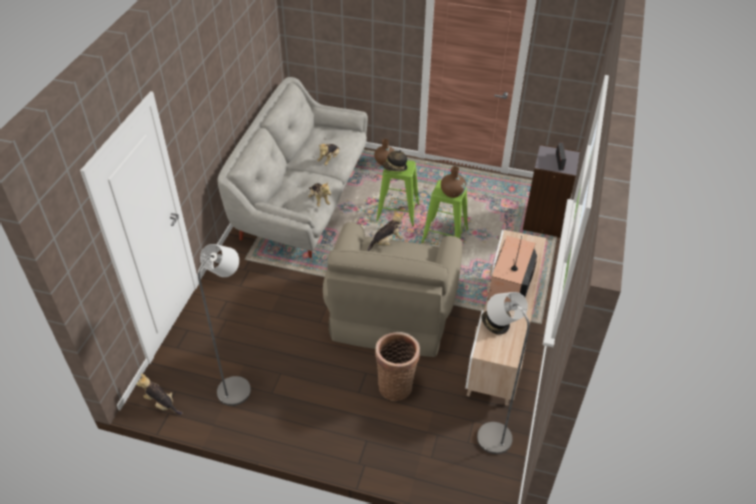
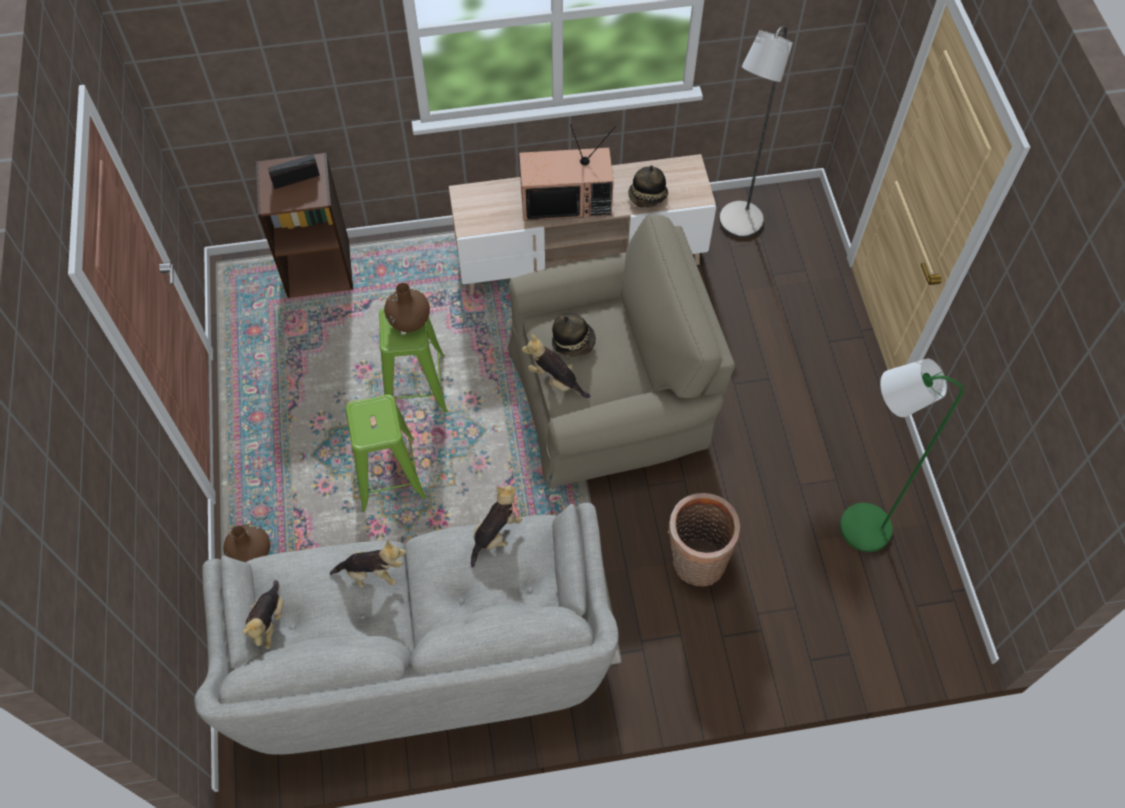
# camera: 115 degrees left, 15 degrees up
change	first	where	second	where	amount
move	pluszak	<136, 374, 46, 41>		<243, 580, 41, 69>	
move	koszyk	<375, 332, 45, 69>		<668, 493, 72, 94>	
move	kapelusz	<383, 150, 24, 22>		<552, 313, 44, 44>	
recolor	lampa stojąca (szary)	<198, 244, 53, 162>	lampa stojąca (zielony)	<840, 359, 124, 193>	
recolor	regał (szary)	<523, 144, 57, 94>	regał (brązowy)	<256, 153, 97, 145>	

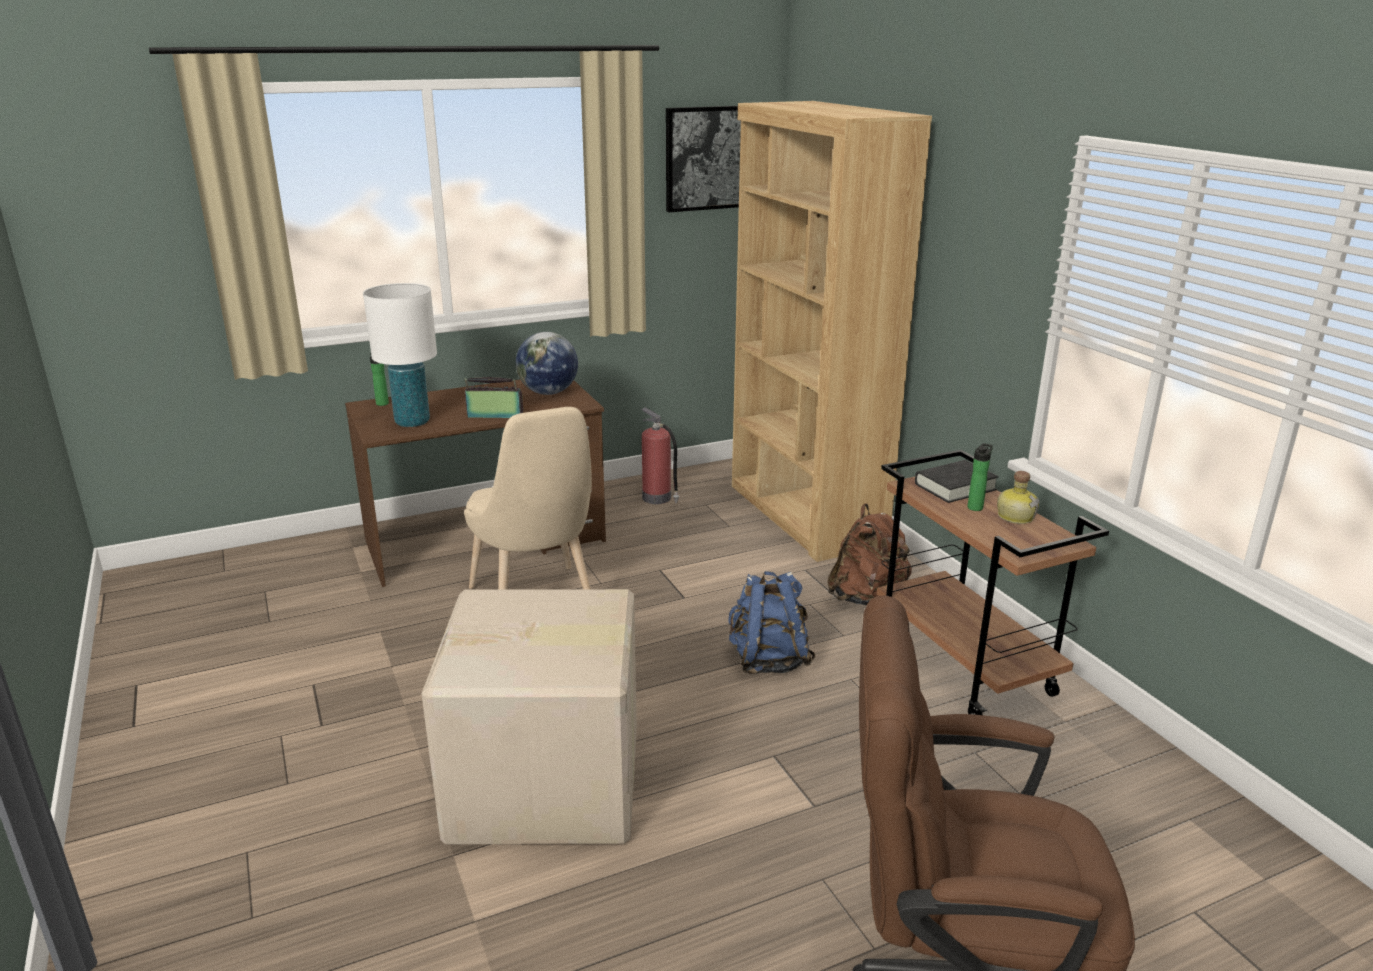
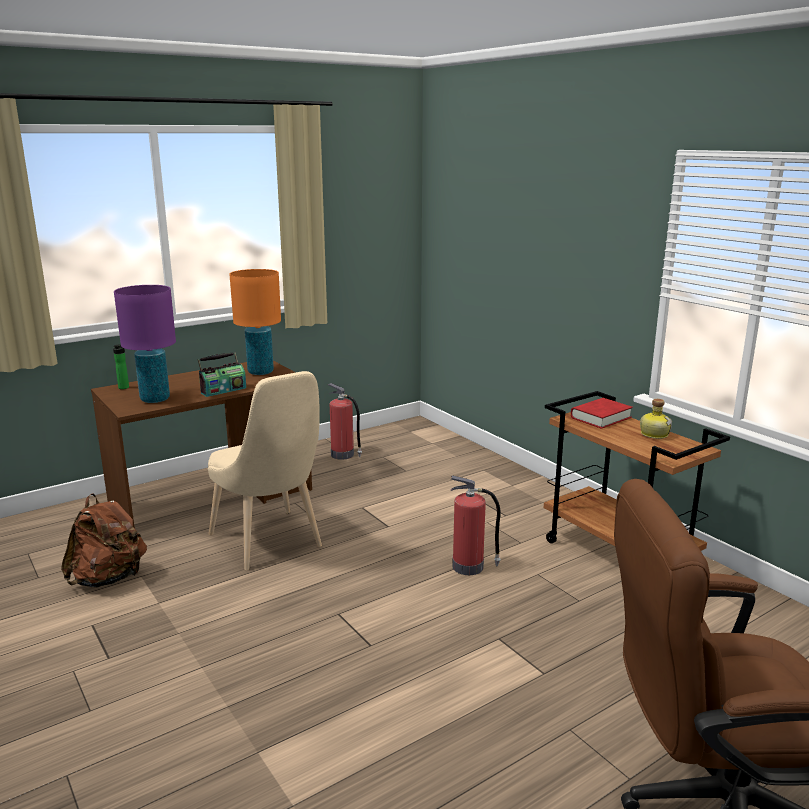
# camera: 10 degrees left, 5 degrees down
change	first	where	second	where	amount
delete	karton	<421, 589, 216, 255>			
delete	obraz	<666, 106, 75, 106>			
delete	regał (brązowy)	<732, 101, 200, 461>			
delete	butelka	<967, 443, 26, 68>			
move	plecak (brązowy)	<827, 503, 85, 102>		<61, 494, 86, 93>	
replace	globus	<516, 332, 62, 63>	lampa stołowa (pomarańczowy)	<229, 269, 52, 106>	
replace	plecak (niebieski)	<728, 571, 88, 103>	gaśnica	<451, 475, 50, 100>	
recolor	lampa stołowa (biały)	<363, 283, 74, 144>	lampa stołowa (fioletowy)	<114, 285, 62, 118>	
recolor	książka (czarny)	<915, 460, 84, 43>	książka (czerwony)	<571, 398, 62, 31>	
rotate	radio	<465, 377, 58, 41>		<198, 352, 48, 45>	150 degrees clockwise

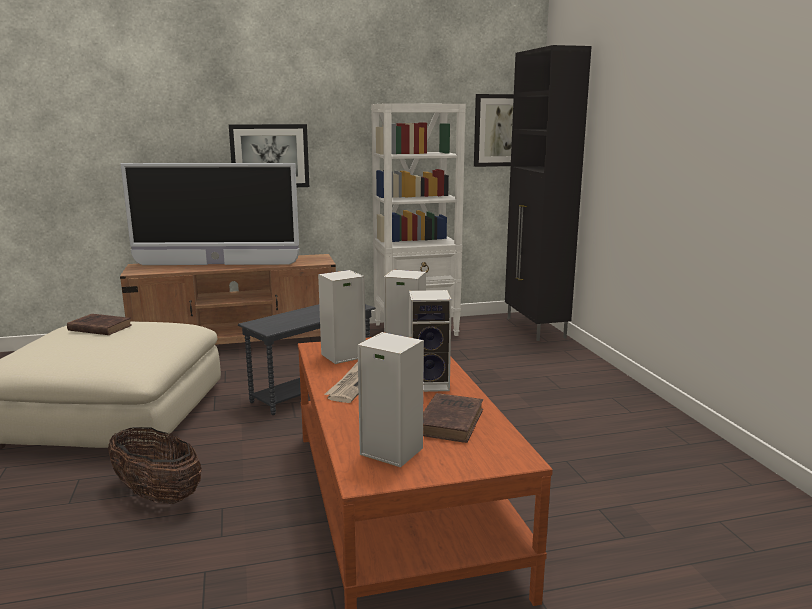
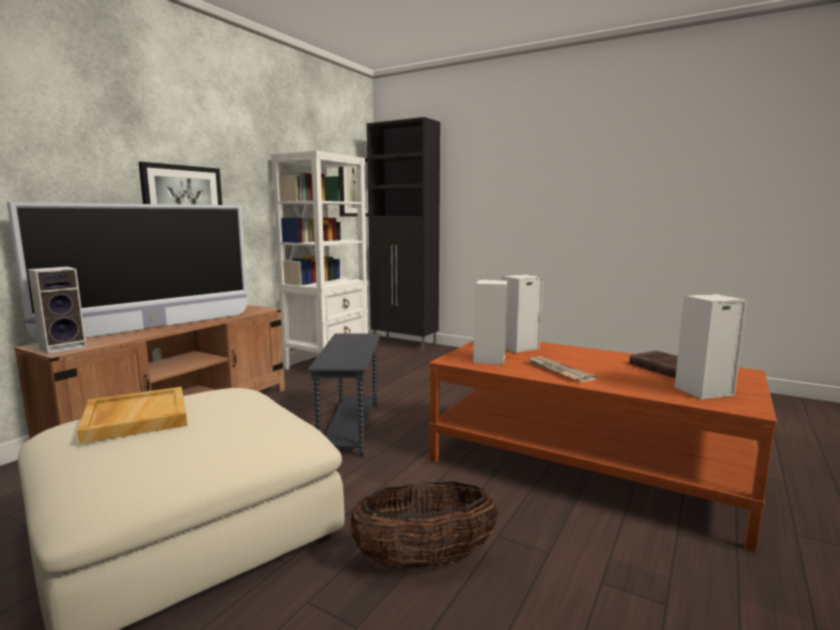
# camera: 45 degrees left, 5 degrees down
change	first	where	second	where	amount
move	głośnik	<409, 290, 43, 102>		<28, 267, 59, 87>	
replace	książka (brązowy)	<67, 314, 65, 21>	taca (beżowy)	<77, 387, 110, 57>	

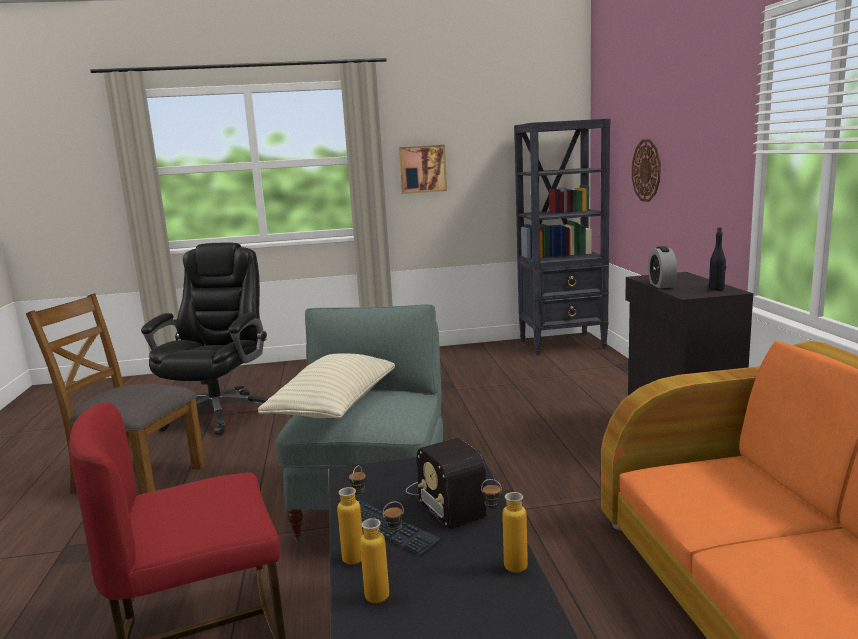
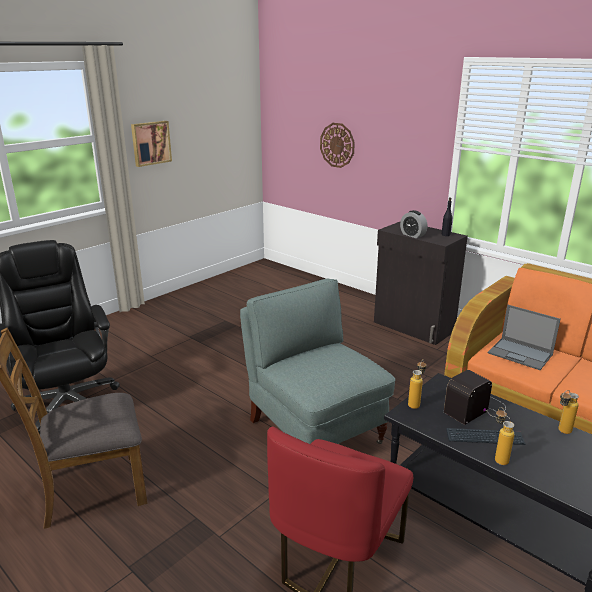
# camera: 40 degrees left, 10 degrees up
change	first	where	second	where	amount
delete	poduszka (beżowy)	<258, 353, 137, 65>			
delete	regał (czarny)	<514, 119, 97, 236>			
insert			laptop	<488, 305, 72, 65>	
move	butelka	<360, 501, 44, 102>		<408, 359, 18, 50>	
rotate	radio	<406, 438, 81, 91>		<444, 370, 65, 55>	120 degrees clockwise

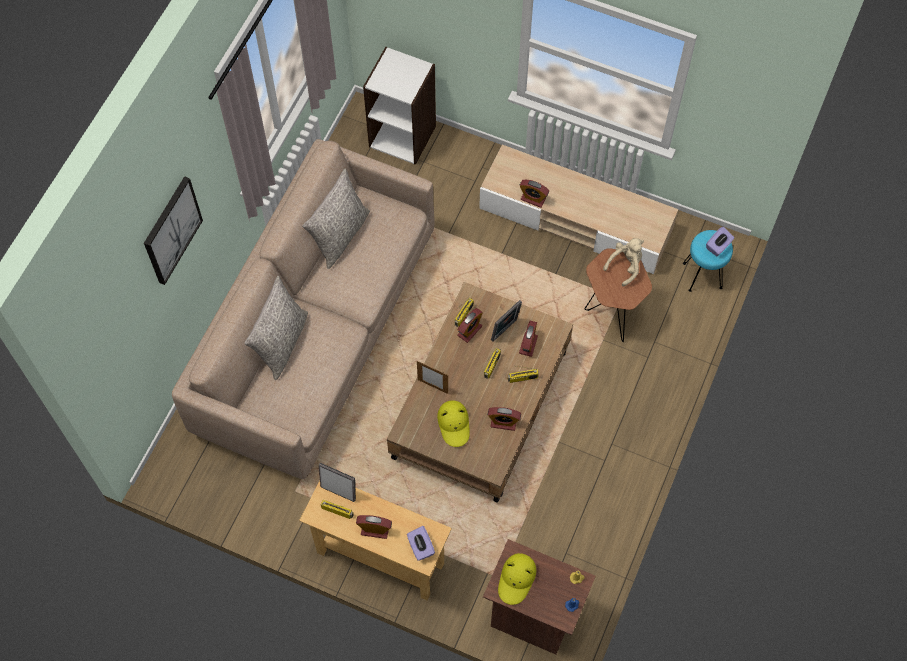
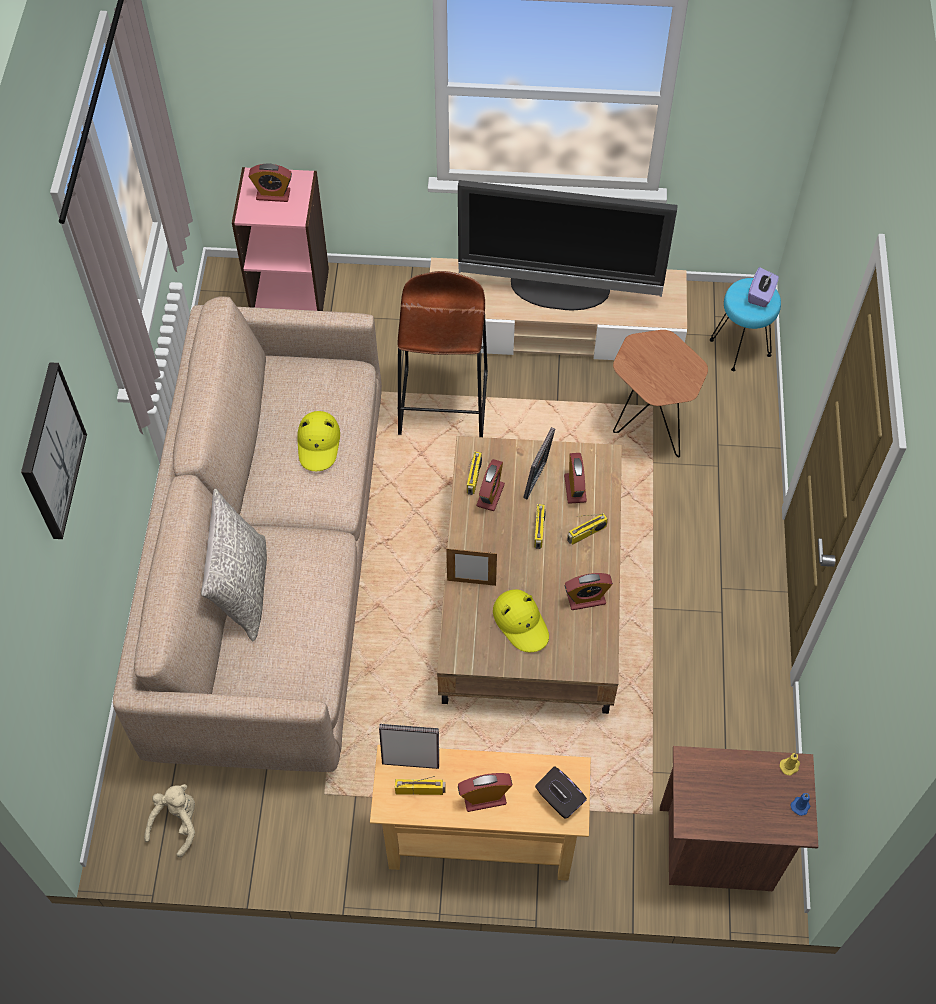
# camera: 20 degrees left, 5 degrees down
change	first	where	second	where	amount
delete	poduszka (szary)	<302, 168, 68, 101>			
insert			stołek (brązowy)	<397, 271, 91, 166>	
insert			telewizor	<458, 180, 220, 131>	
move	kapelusz (żółty)	<498, 553, 38, 52>		<297, 411, 43, 60>	
move	budzik	<520, 180, 29, 28>		<248, 163, 44, 39>	
move	pluszak (beżowy)	<603, 238, 41, 49>		<144, 784, 51, 74>	
recolor	regał (biały)	<363, 47, 73, 118>	regał (różowy)	<232, 167, 97, 144>	
recolor	pudełko chusteczek (fioletowy)	<407, 526, 28, 35>	pudełko chusteczek (czarny)	<535, 766, 52, 53>	

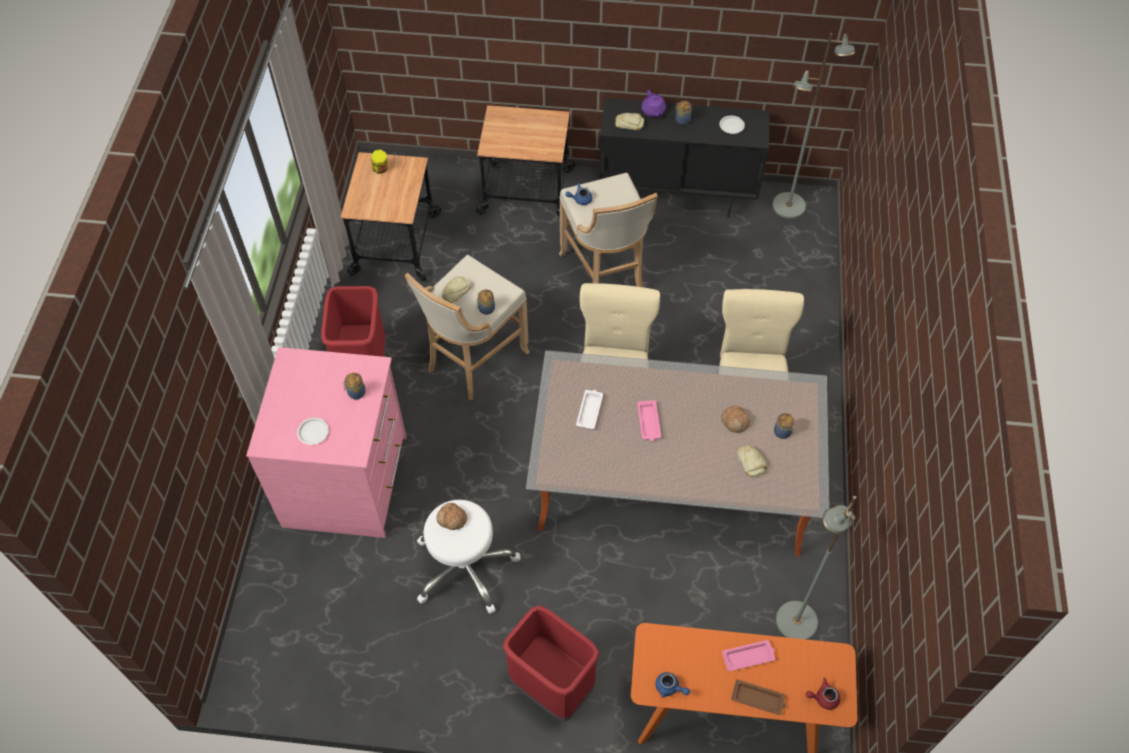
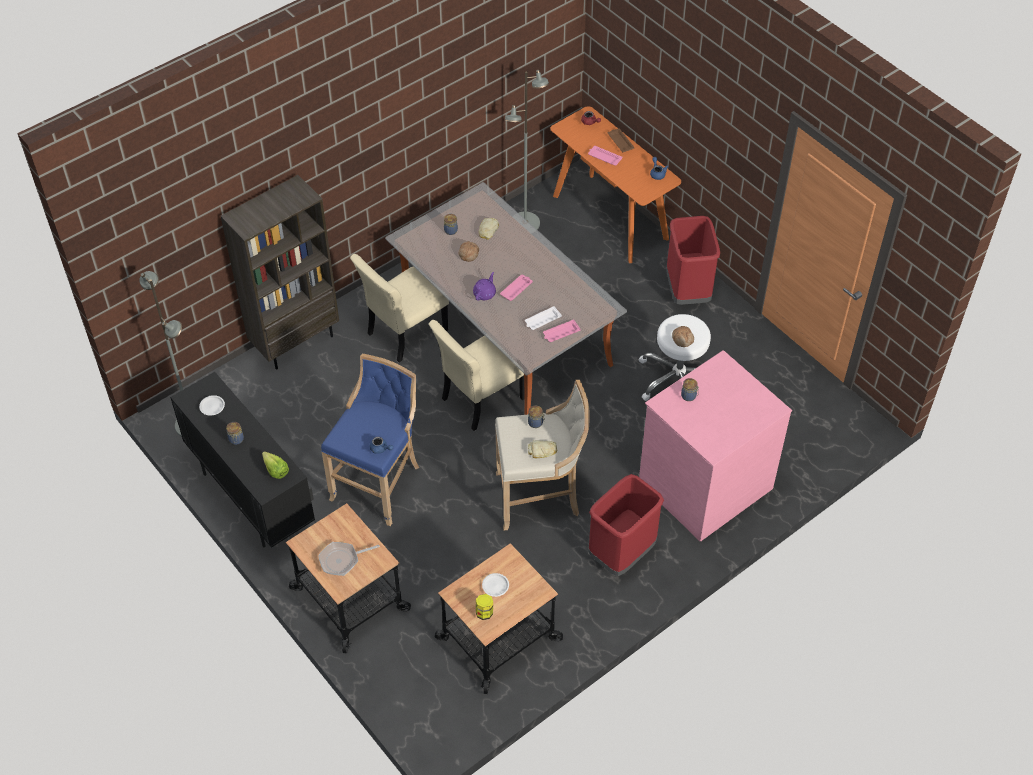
# camera: 135 degrees left, 5 degrees down
change	first	where	second	where	amount
insert			regał (brązowy)	<221, 175, 118, 195>	
insert			patelnia	<318, 542, 62, 34>	
insert			taca (różowy)	<543, 320, 38, 22>	
move	talerz (biały)	<297, 418, 32, 27>		<482, 573, 27, 24>	
move	imbryk (fioletowy)	<642, 90, 24, 27>		<473, 272, 23, 29>	
replace	chleb	<615, 113, 29, 17>	sałata	<262, 451, 27, 28>	
recolor	stołek (beżowy)	<559, 173, 99, 114>	stołek (niebieski)	<321, 354, 98, 172>	

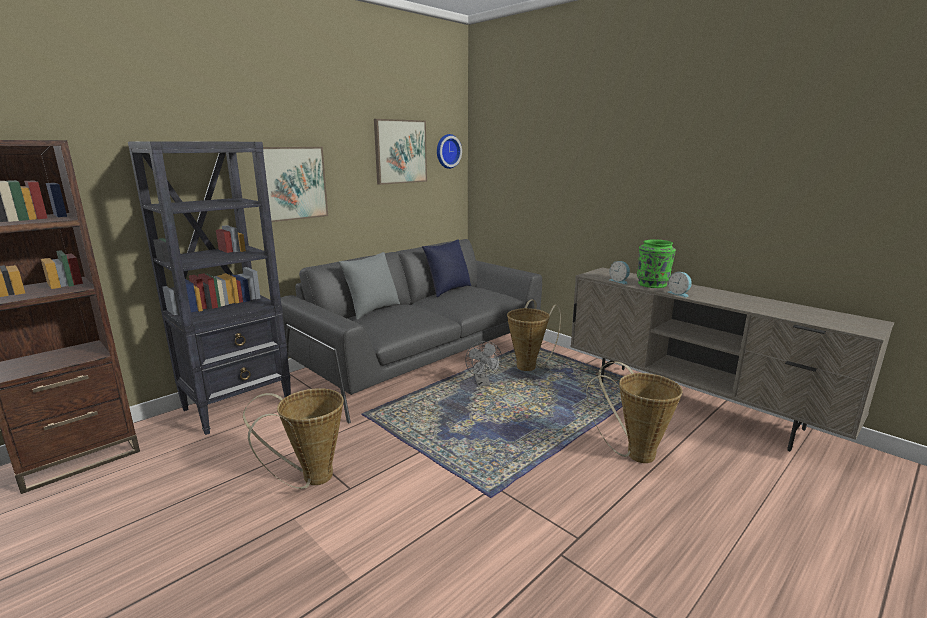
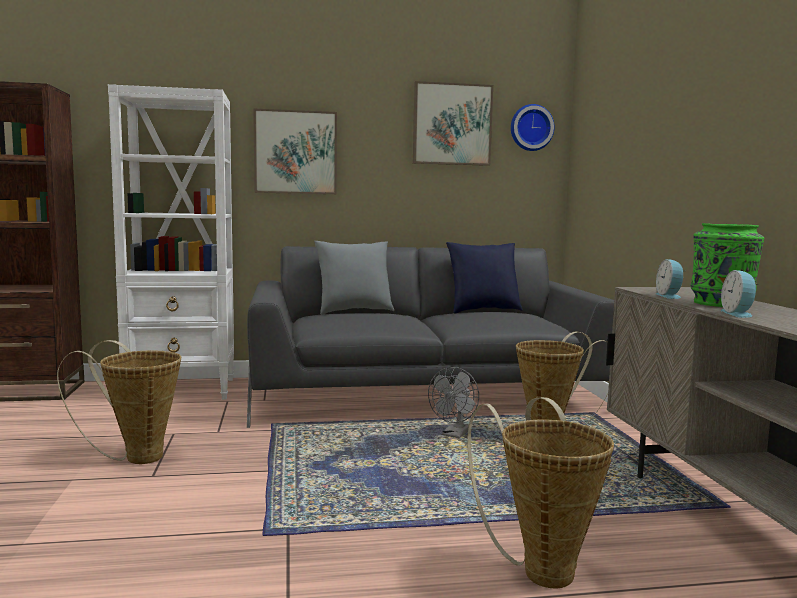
# camera: 35 degrees right, 10 degrees down
change	first	where	second	where	amount
recolor	regał (czarny)	<128, 141, 163, 294>	regał (biały)	<108, 84, 126, 316>	

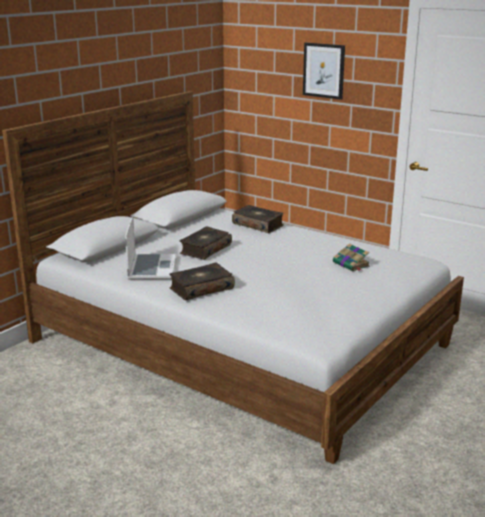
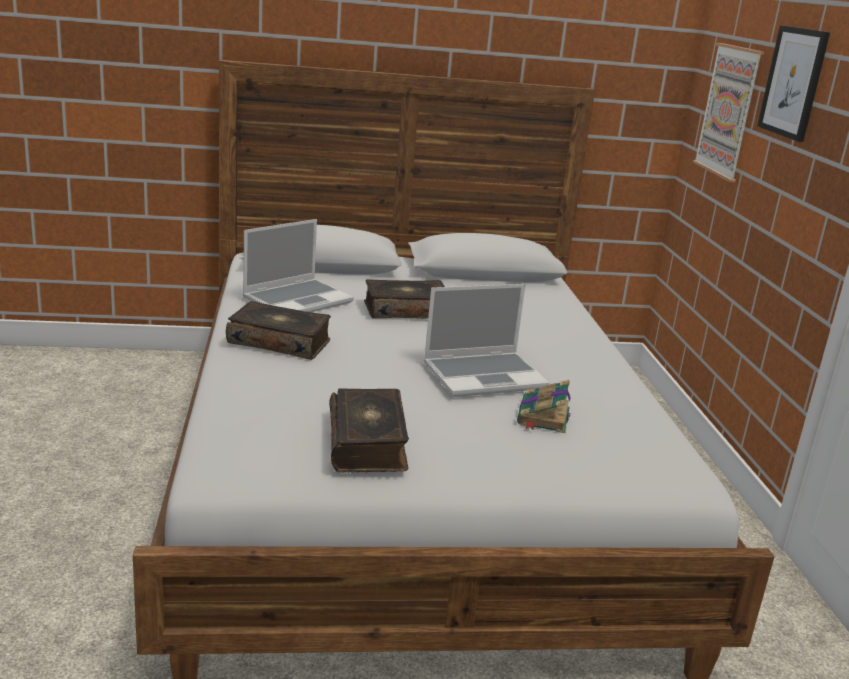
# camera: 45 degrees right, 0 degrees up
change	first	where	second	where	amount
insert			laptop	<424, 284, 126, 113>	
insert			obraz	<693, 43, 71, 139>	
move	książka	<232, 205, 52, 28>		<329, 388, 80, 84>	

